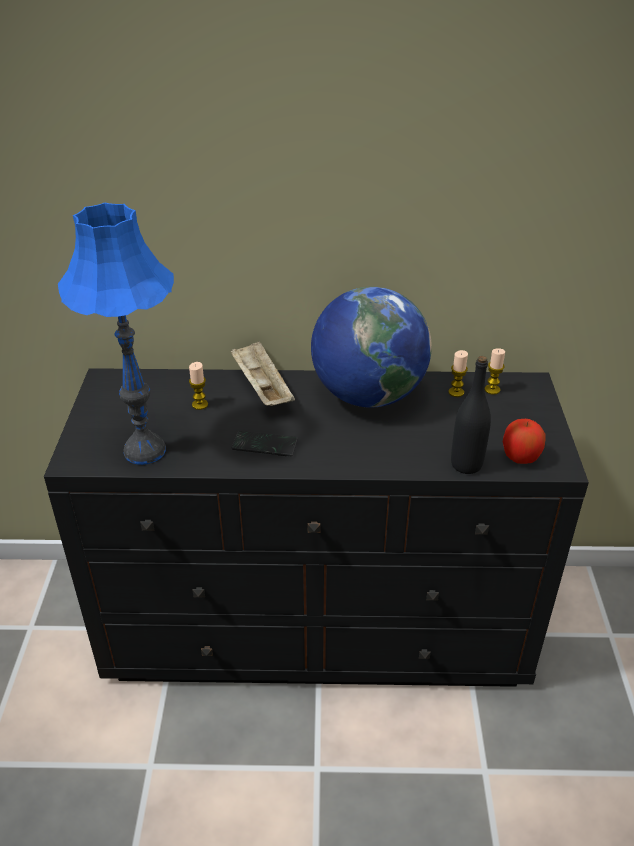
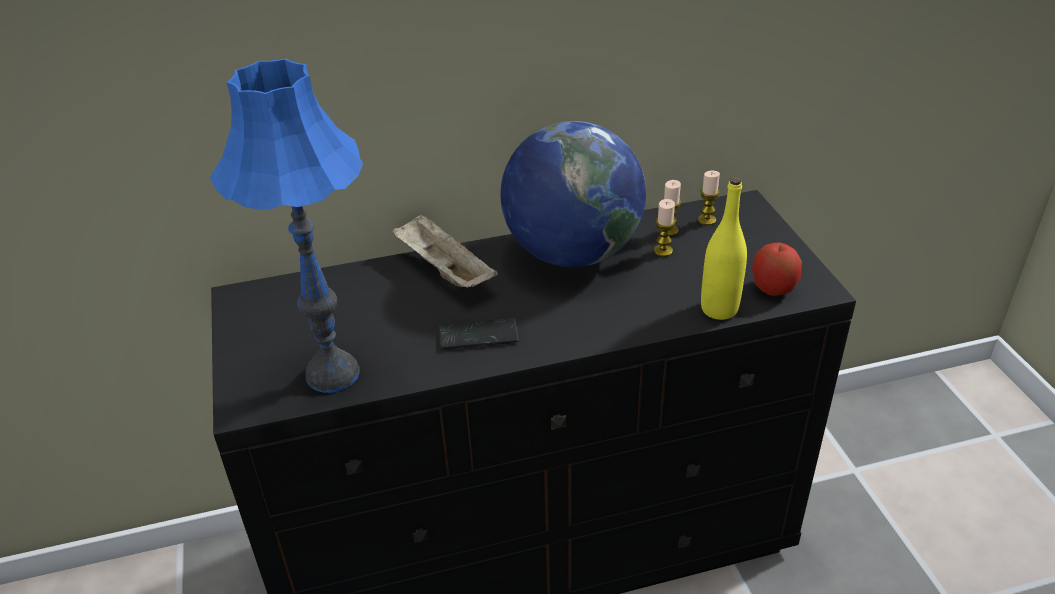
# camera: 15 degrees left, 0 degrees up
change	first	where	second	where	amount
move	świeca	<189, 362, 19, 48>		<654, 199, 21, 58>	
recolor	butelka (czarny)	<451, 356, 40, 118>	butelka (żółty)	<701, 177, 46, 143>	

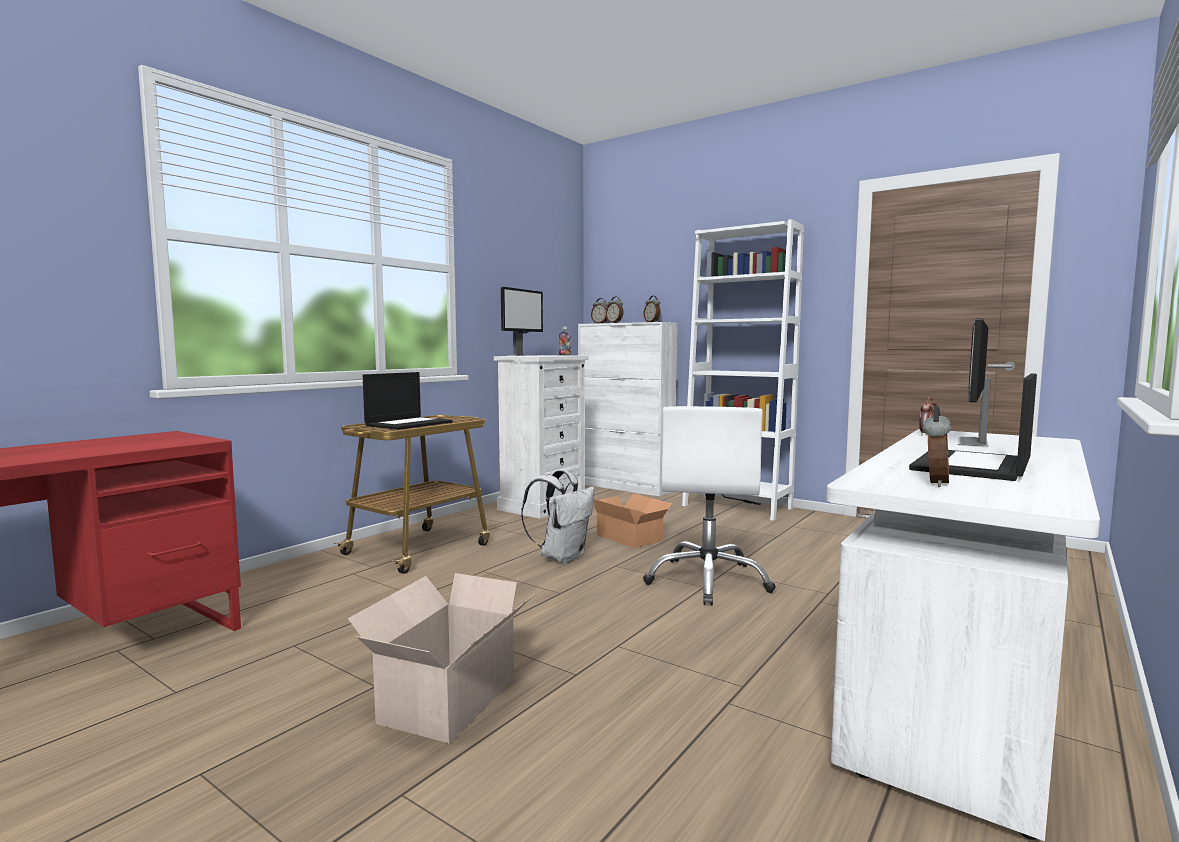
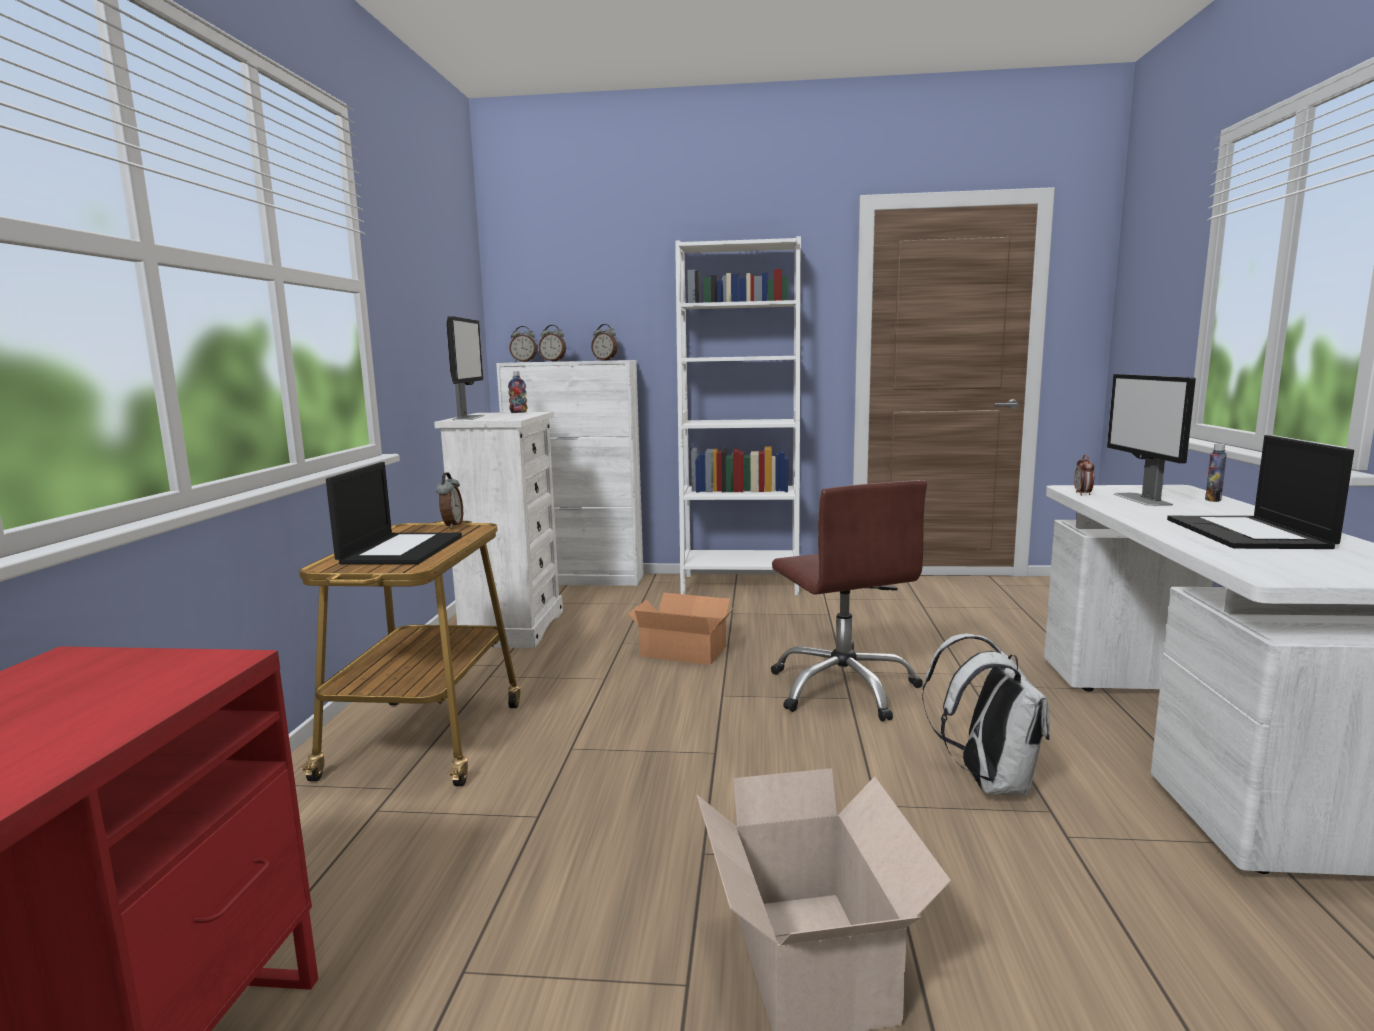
# camera: 30 degrees left, 5 degrees up
change	first	where	second	where	amount
insert			butelka	<1205, 444, 22, 58>	
move	plecak (biały)	<521, 470, 73, 93>		<922, 634, 128, 163>	
move	budzik	<923, 406, 28, 81>		<436, 472, 27, 56>	
recolor	krzesło biurowe (biały)	<643, 406, 133, 199>	krzesło biurowe (brązowy)	<771, 480, 156, 242>	

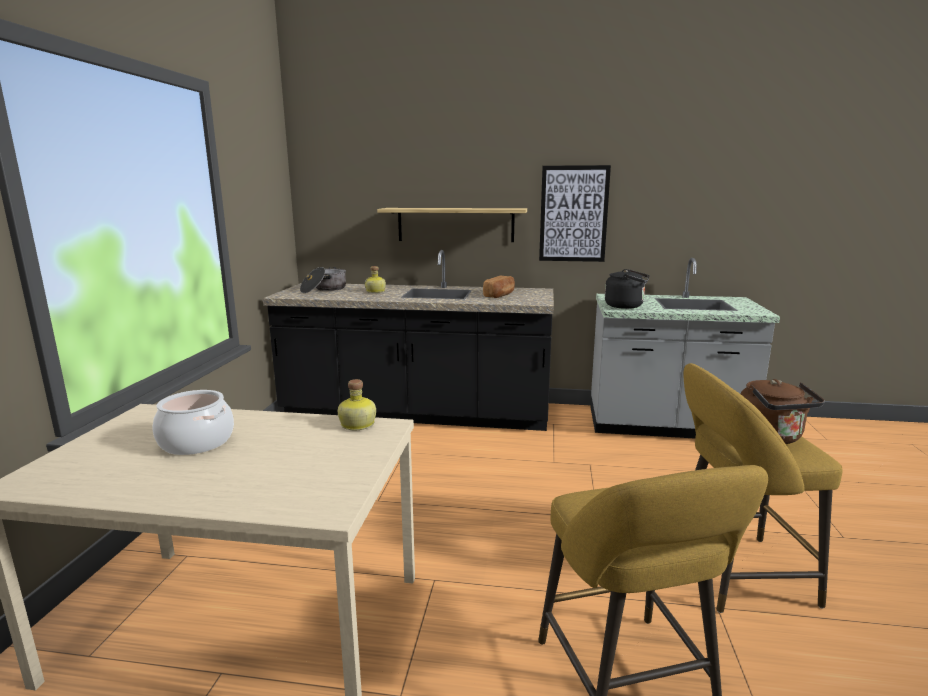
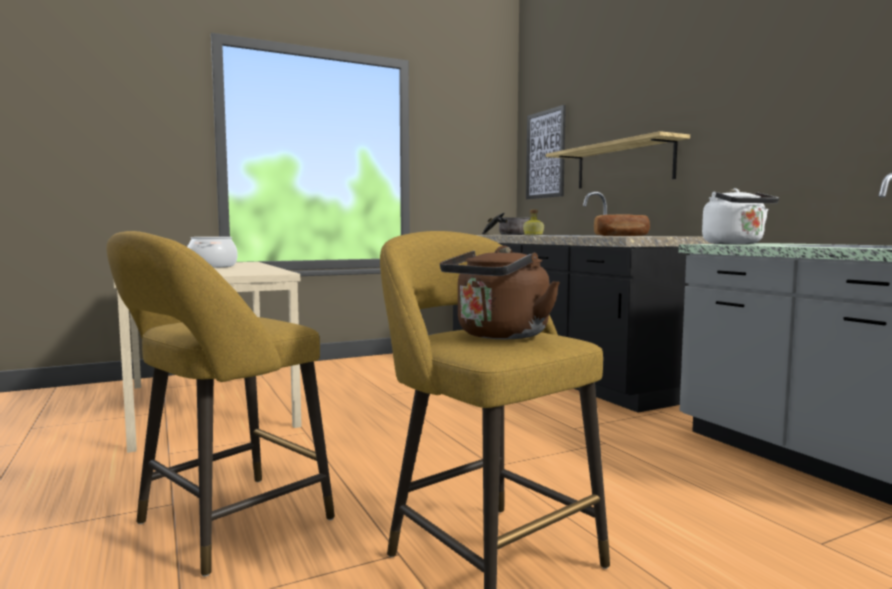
# camera: 55 degrees right, 10 degrees down
change	first	where	second	where	amount
delete	butelka	<338, 379, 38, 51>			
move	obraz	<539, 165, 72, 97>		<526, 105, 40, 94>	
recolor	czajnik (czarny)	<605, 269, 44, 40>	czajnik (biały)	<702, 188, 77, 56>	

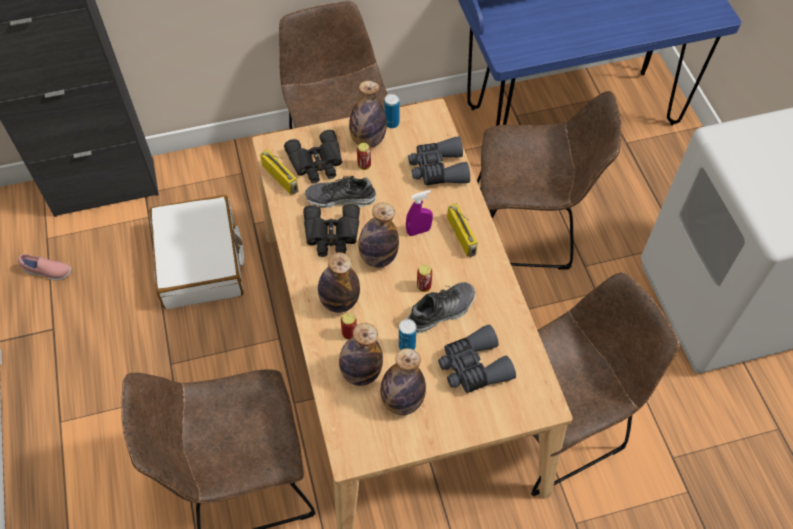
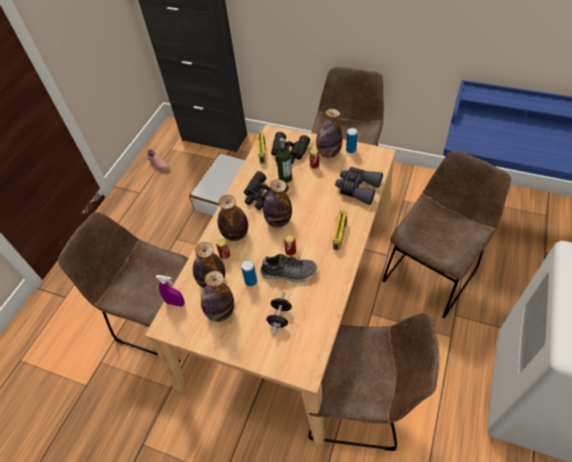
# camera: 40 degrees right, 5 degrees down
change	first	where	second	where	amount
move	spryskiwacz (fioletowy)	<406, 190, 27, 46>		<156, 275, 29, 32>	
replace	but	<305, 176, 71, 32>	butelka	<276, 138, 16, 45>	
replace	lornetka (szary)	<438, 324, 78, 69>	hantel (czarny)	<267, 292, 25, 43>	
rotate	krzesło (brązowy)	<477, 91, 145, 179>		<382, 151, 129, 167>	90 degrees counterclockwise

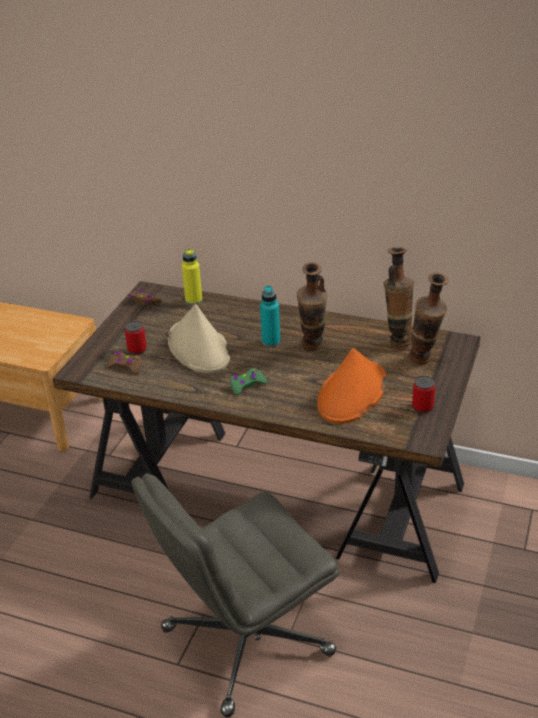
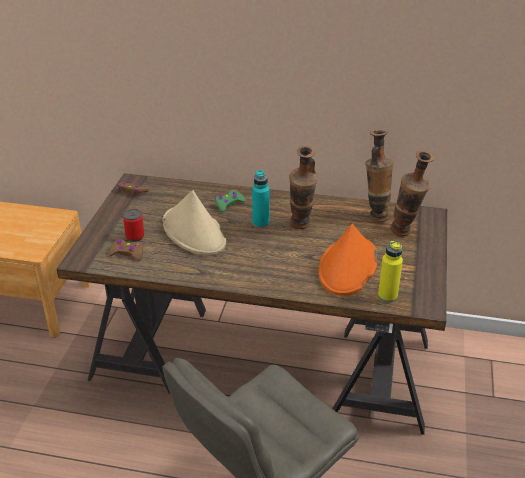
# camera: 10 degrees left, 0 degrees up
change	first	where	second	where	amount
delete	puszka	<412, 376, 23, 37>			
move	butelka (żółty)	<182, 248, 21, 57>		<378, 241, 25, 61>	
move	pad do gier (zielony)	<230, 368, 37, 28>		<215, 190, 31, 22>	

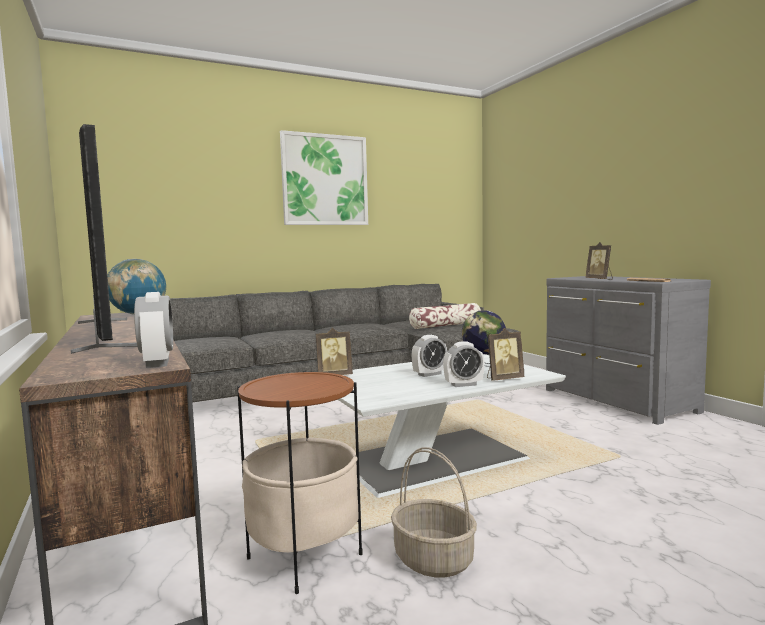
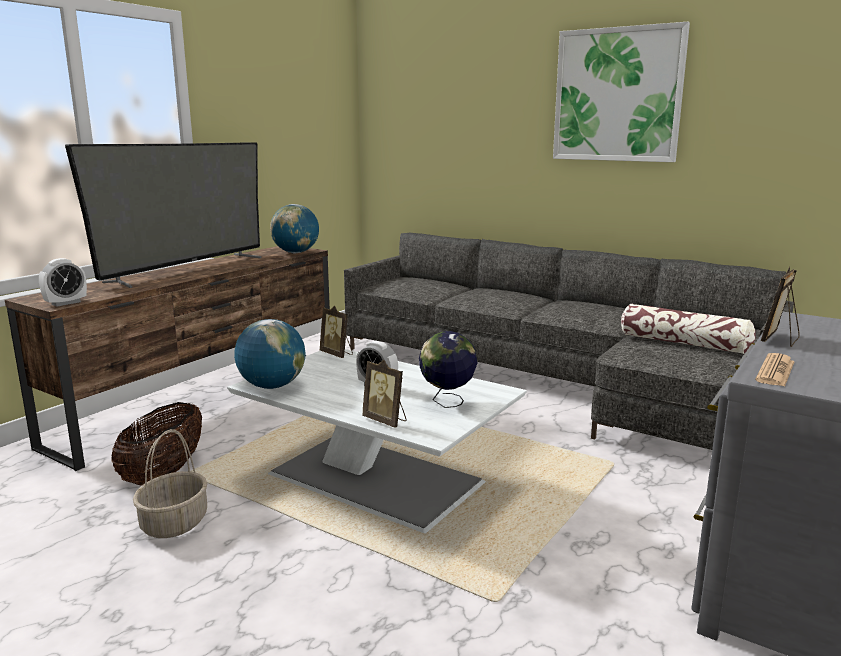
# camera: 60 degrees right, 10 degrees up
change	first	where	second	where	amount
delete	budzik	<443, 341, 42, 46>			
insert			globus	<234, 319, 72, 70>	
replace	stolik	<237, 371, 125, 223>	koszyk	<111, 402, 91, 84>	

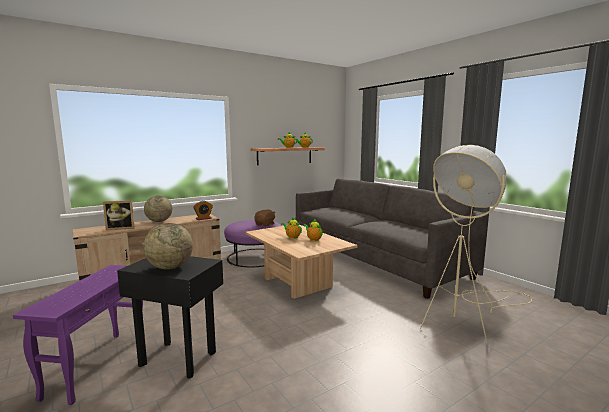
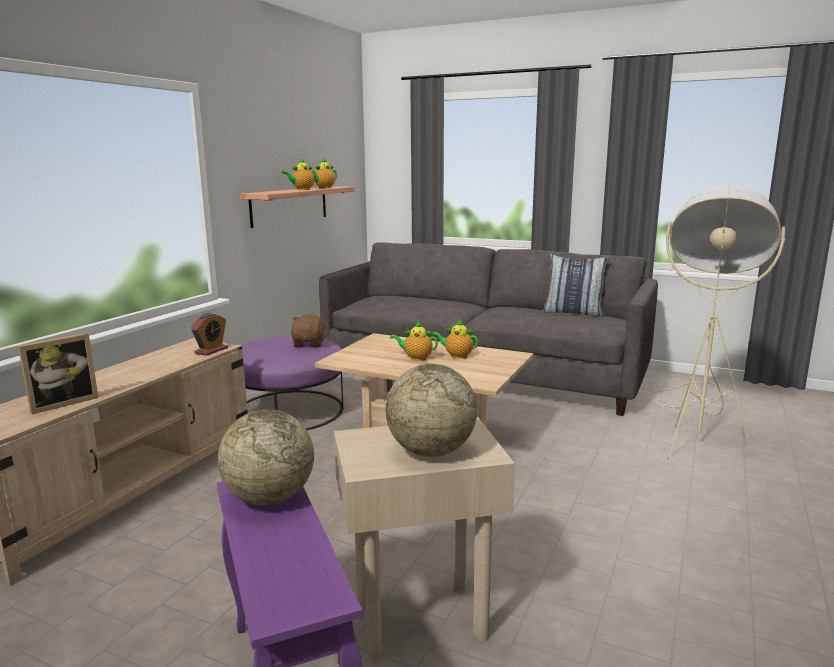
# camera: 30 degrees left, 5 degrees up
change	first	where	second	where	amount
insert			poduszka	<543, 254, 66, 63>	
move	globus	<144, 196, 28, 26>		<218, 409, 96, 96>	
recolor	stolik (czarny)	<117, 256, 106, 123>	stolik (beżowy)	<334, 417, 181, 244>	

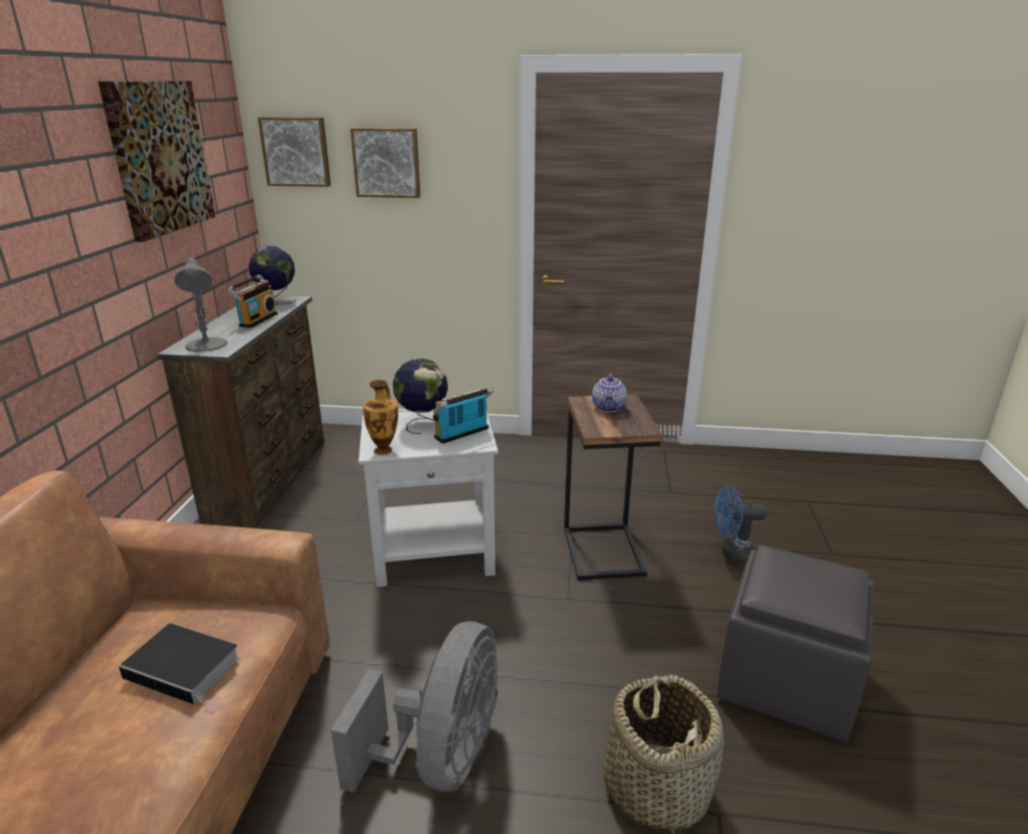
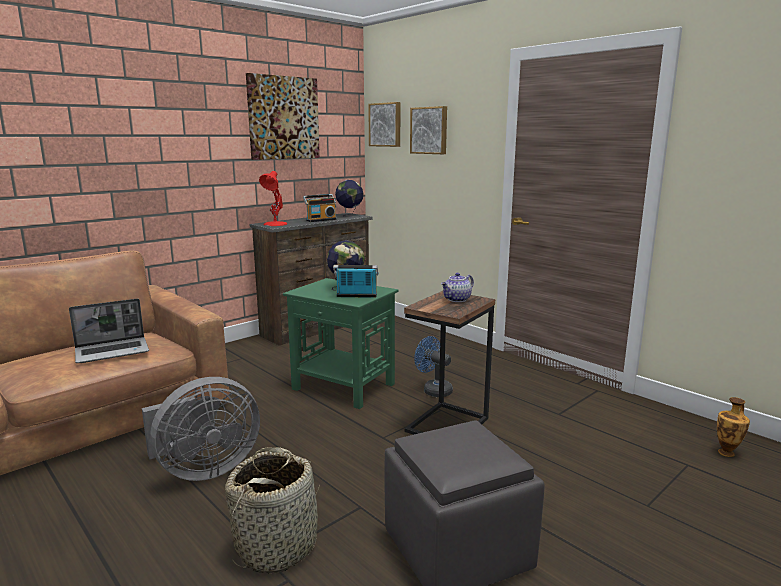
# camera: 40 degrees right, 10 degrees down
change	first	where	second	where	amount
move	wazon	<363, 380, 35, 75>		<717, 397, 33, 60>	
move	wentylator (niebieski)	<714, 486, 52, 78>		<414, 336, 39, 61>	
replace	książka	<119, 623, 121, 83>	laptop	<69, 299, 80, 64>	
recolor	lampa stołowa (szary)	<174, 257, 53, 95>	lampa stołowa (czerwony)	<259, 171, 28, 55>	
recolor	stolik (biały)	<358, 410, 140, 177>	stolik (zielony)	<283, 278, 116, 131>	

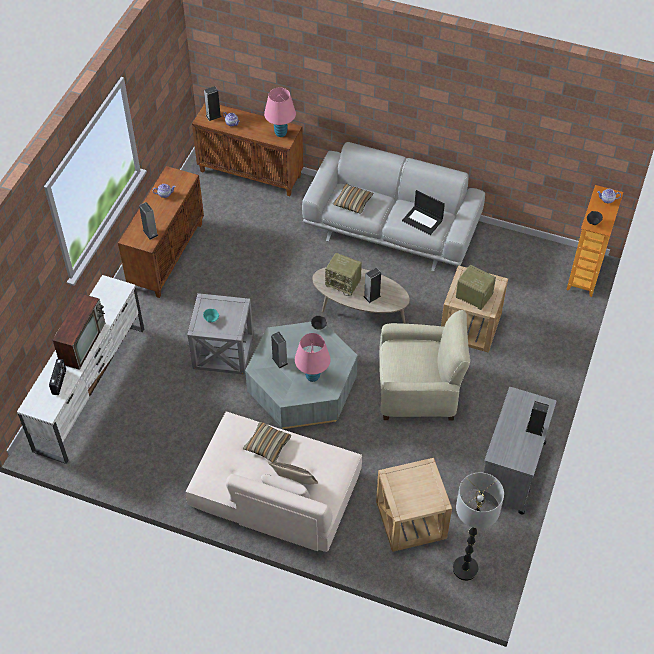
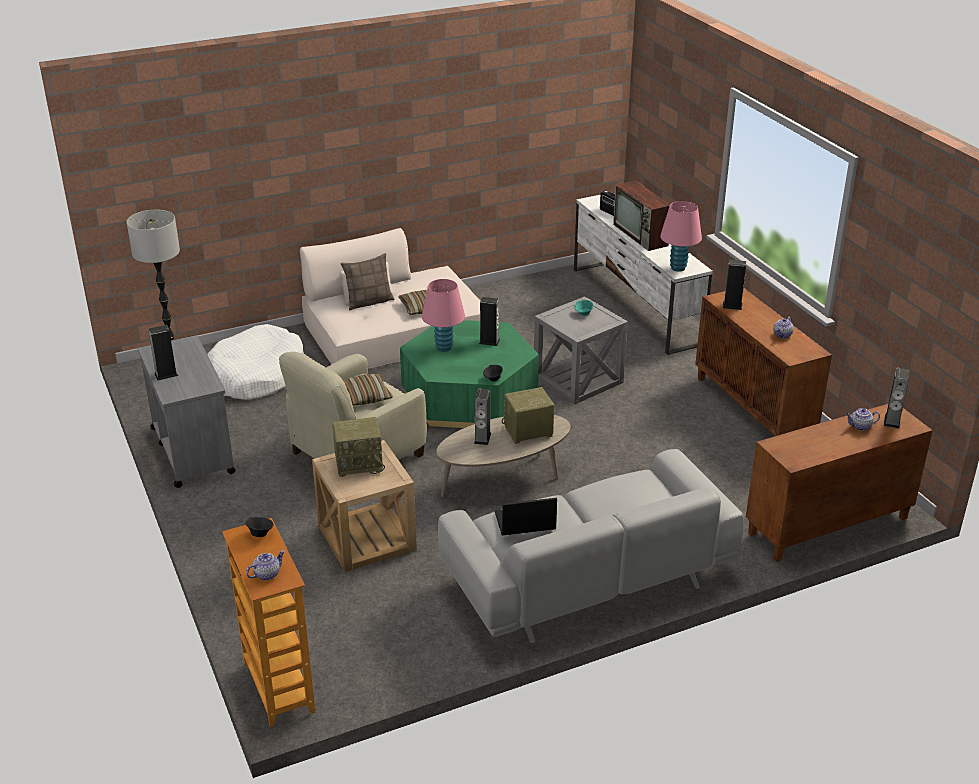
# camera: 135 degrees right, 20 degrees down
change	first	where	second	where	amount
move	lampa stołowa (różowy)	<264, 88, 32, 49>		<660, 201, 42, 71>	
move	poduszka	<333, 184, 40, 30>		<342, 374, 51, 32>	
replace	stolik (beżowy)	<376, 458, 76, 94>	legowisko (biały)	<208, 324, 96, 76>	
recolor	ława (szary)	<245, 322, 113, 107>	ława (zielony)	<400, 320, 139, 108>	

